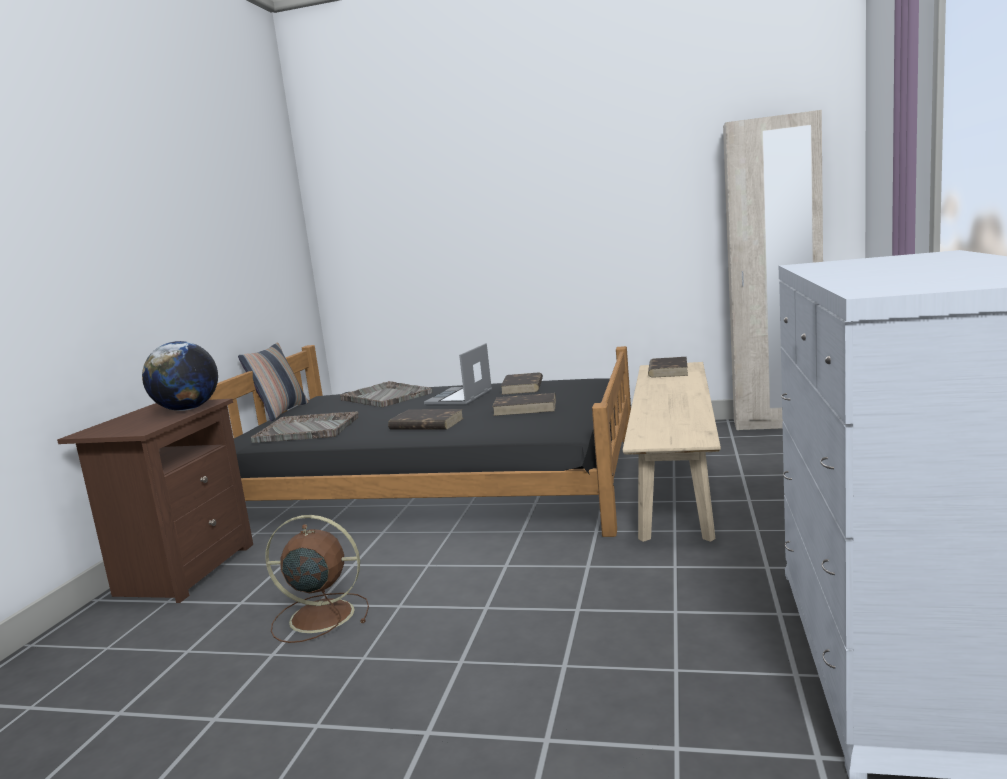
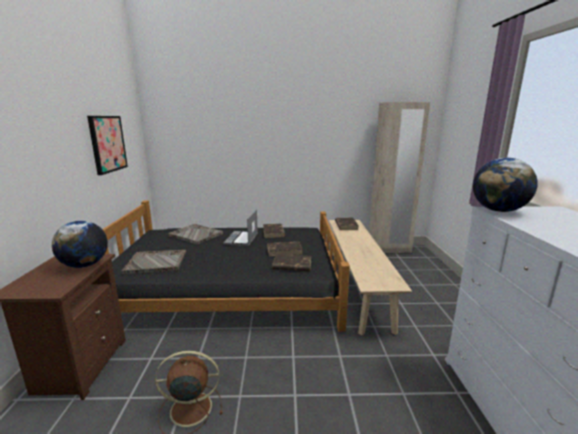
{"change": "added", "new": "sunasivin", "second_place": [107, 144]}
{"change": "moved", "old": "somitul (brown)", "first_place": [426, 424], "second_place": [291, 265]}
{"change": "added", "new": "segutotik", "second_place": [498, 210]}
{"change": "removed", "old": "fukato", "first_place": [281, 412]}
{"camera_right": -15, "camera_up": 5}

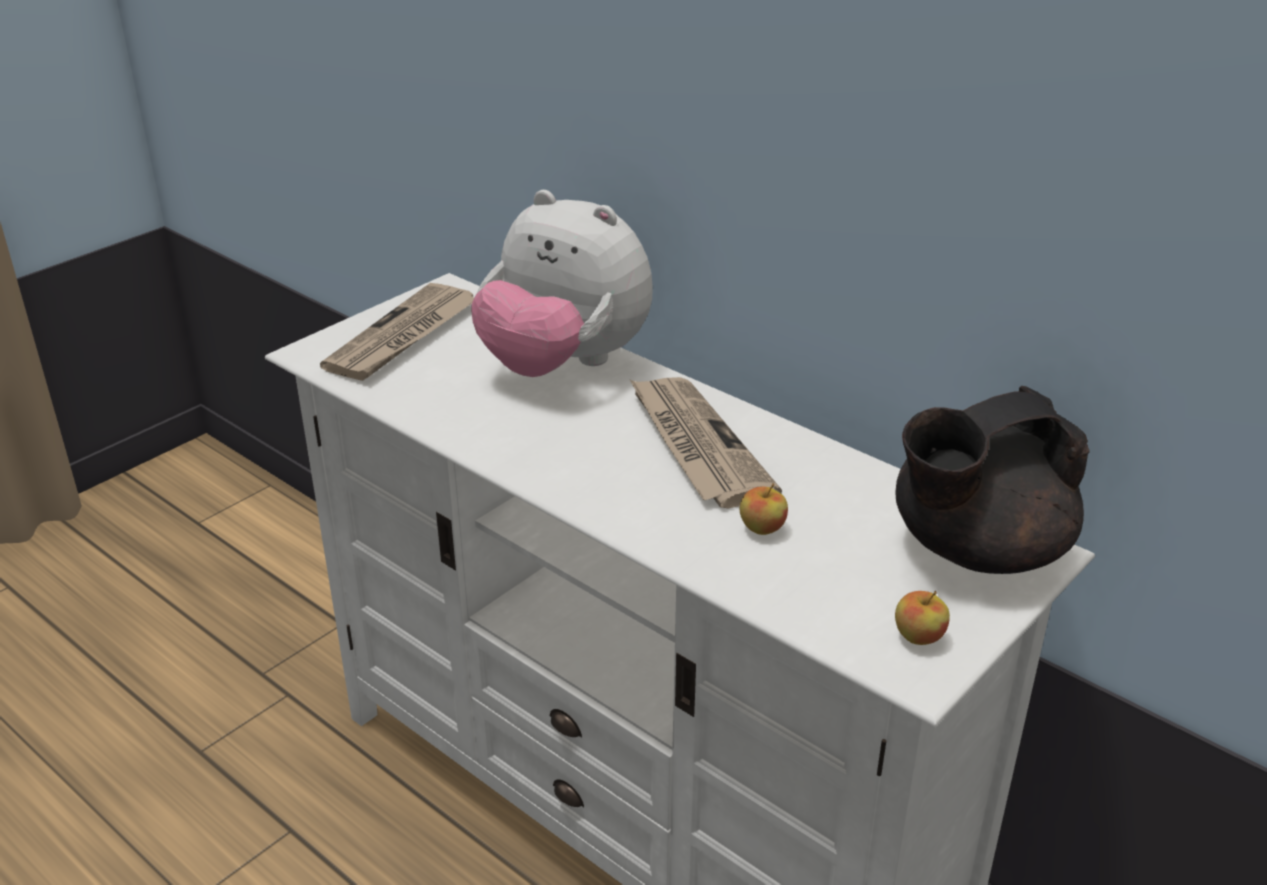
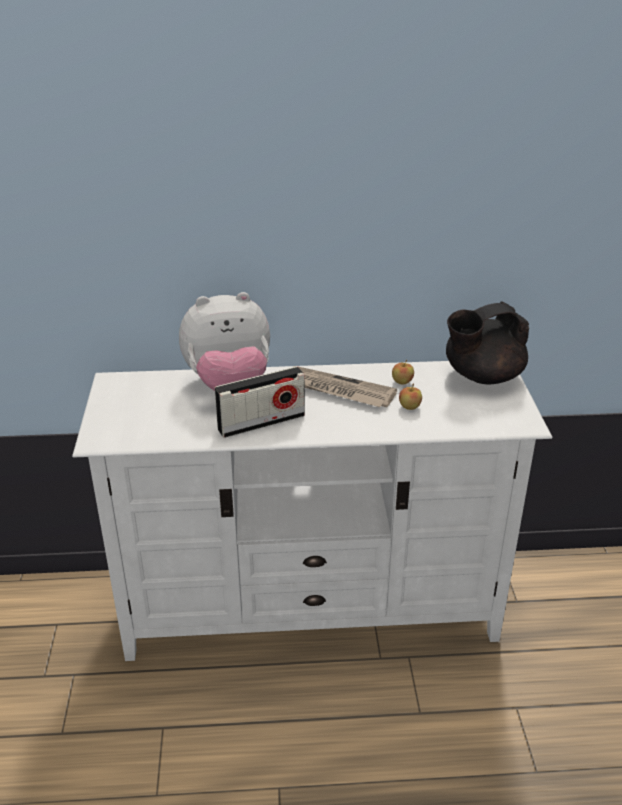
{"change": "added", "new": "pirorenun", "second_place": [261, 422]}
{"change": "moved", "old": "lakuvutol", "first_place": [918, 637], "second_place": [402, 382]}
{"change": "turned", "old": "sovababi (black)", "first_place": [975, 550], "second_place": [482, 376], "degrees": 45}
{"change": "removed", "old": "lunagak", "first_place": [403, 337]}
{"camera_right": -45, "camera_up": 0}

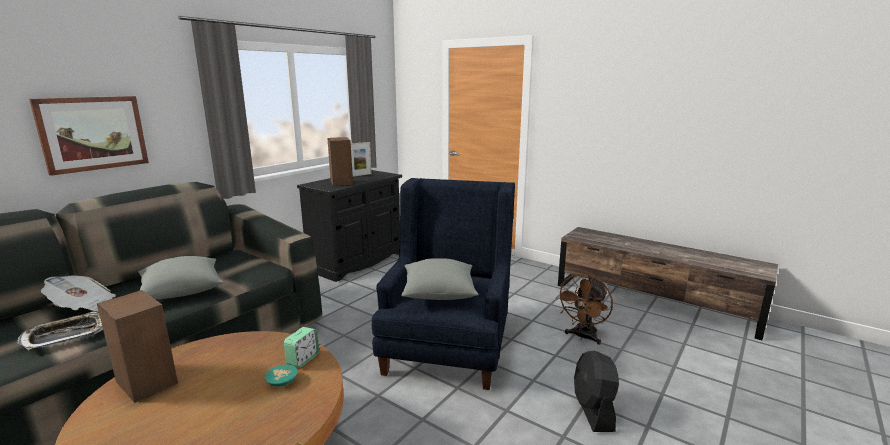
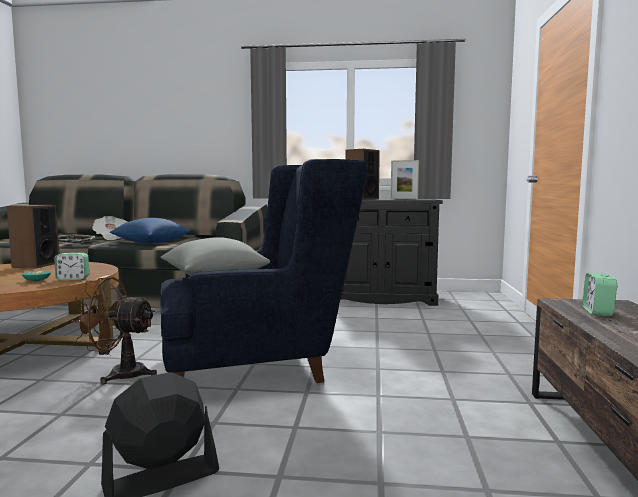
{"change": "moved", "old": "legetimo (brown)", "first_place": [583, 337], "second_place": [119, 374]}
{"change": "recoloured", "old": "fukato (grey)", "new": "fukato (blue)", "first_place": [182, 291], "second_place": [151, 243]}
{"change": "added", "new": "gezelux", "second_place": [597, 312]}
{"change": "removed", "old": "sunasivin", "first_place": [93, 133]}
{"camera_right": 60, "camera_up": -10}

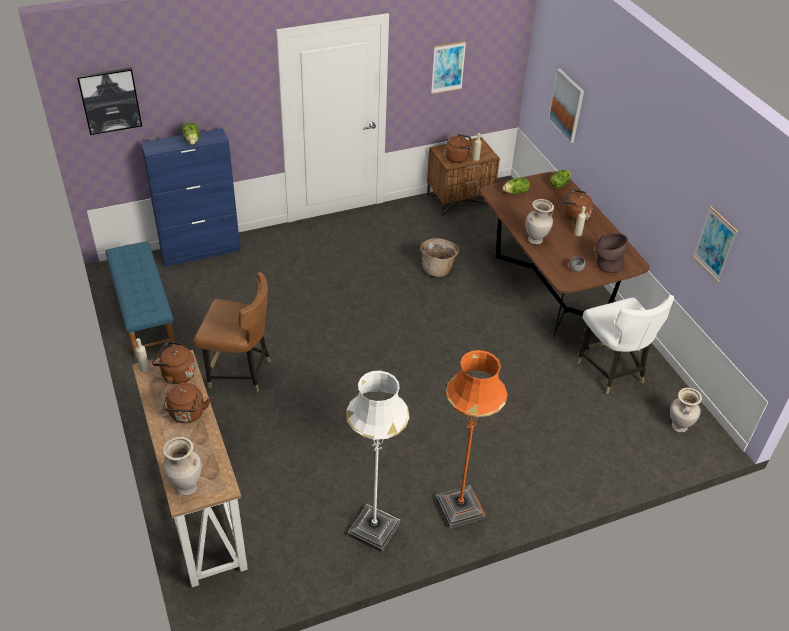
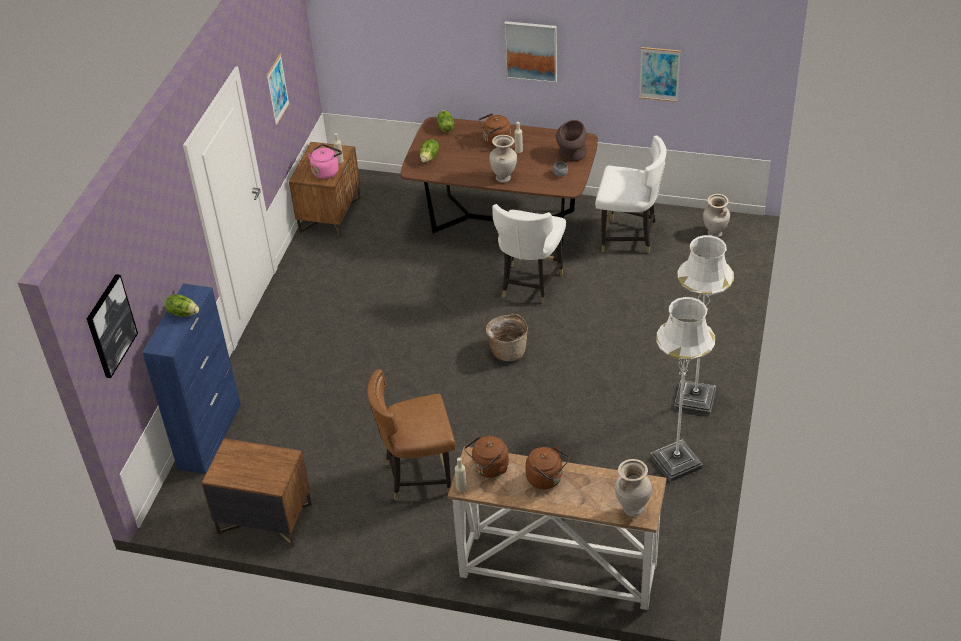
{"change": "replaced", "old": "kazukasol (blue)", "new": "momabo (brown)", "first_place": [143, 314], "second_place": [264, 519]}
{"change": "recoloured", "old": "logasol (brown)", "new": "logasol (pink)", "first_place": [458, 158], "second_place": [326, 171]}
{"change": "turned", "old": "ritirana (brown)", "first_place": [240, 372], "second_place": [418, 475], "degrees": -150}
{"change": "moved", "old": "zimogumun", "first_place": [438, 268], "second_place": [508, 350]}
{"change": "added", "new": "ritirana (white)", "second_place": [529, 284]}
{"change": "moved", "old": "sunasivin", "first_place": [567, 105], "second_place": [531, 51]}
{"change": "recoloured", "old": "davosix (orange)", "new": "davosix (white)", "first_place": [459, 508], "second_place": [694, 399]}
{"camera_right": -50, "camera_up": 0}

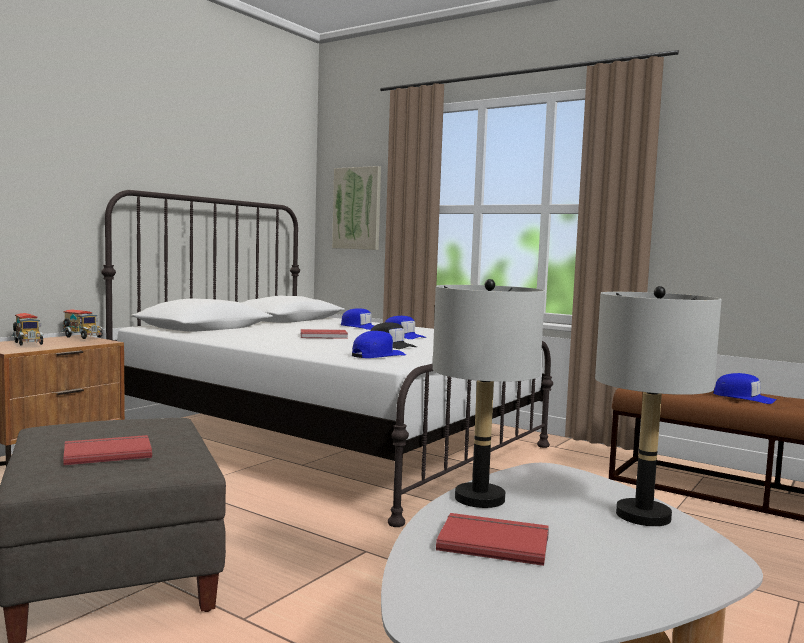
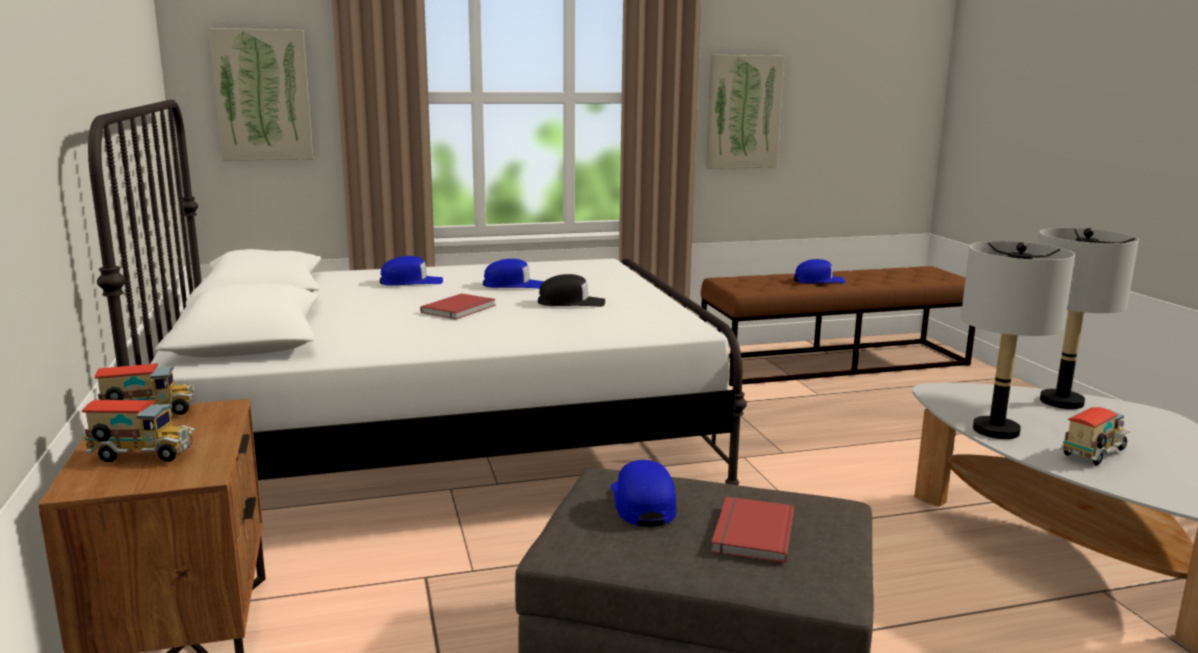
{"change": "moved", "old": "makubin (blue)", "first_place": [377, 355], "second_place": [642, 503]}
{"change": "added", "new": "sunasivin", "second_place": [743, 112]}
{"change": "replaced", "old": "somitul (red)", "new": "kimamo", "first_place": [493, 541], "second_place": [1093, 455]}
{"camera_right": -50, "camera_up": 10}

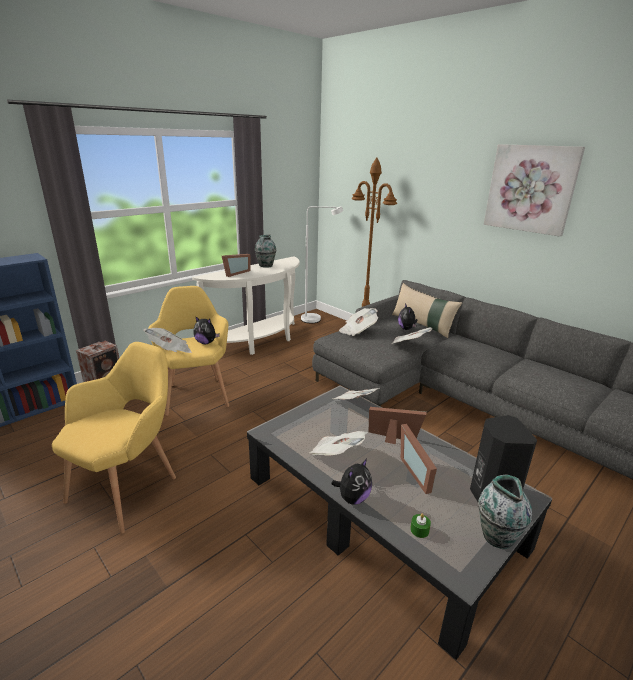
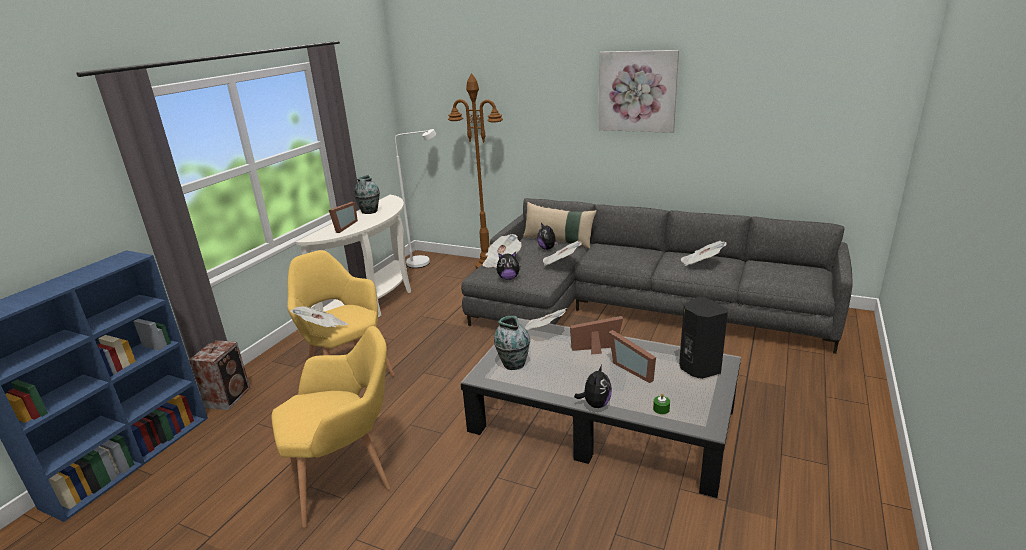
{"change": "turned", "old": "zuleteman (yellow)", "first_place": [130, 487], "second_place": [348, 479], "degrees": 60}
{"change": "moved", "old": "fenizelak", "first_place": [497, 535], "second_place": [513, 363]}
{"change": "moved", "old": "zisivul", "first_place": [206, 343], "second_place": [508, 278]}
{"change": "moved", "old": "lunagak", "first_place": [337, 454], "second_place": [701, 263]}
{"camera_right": -20, "camera_up": 0}

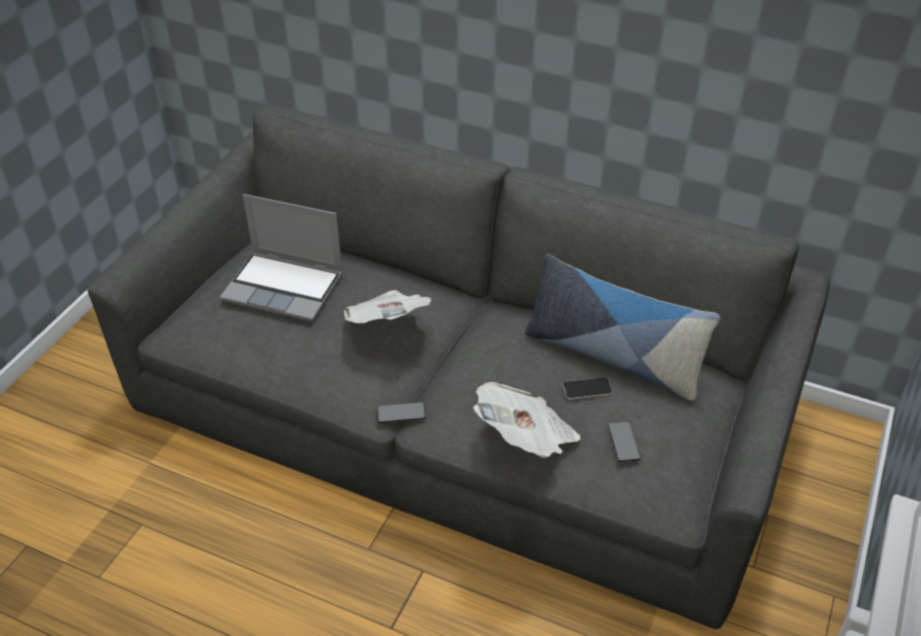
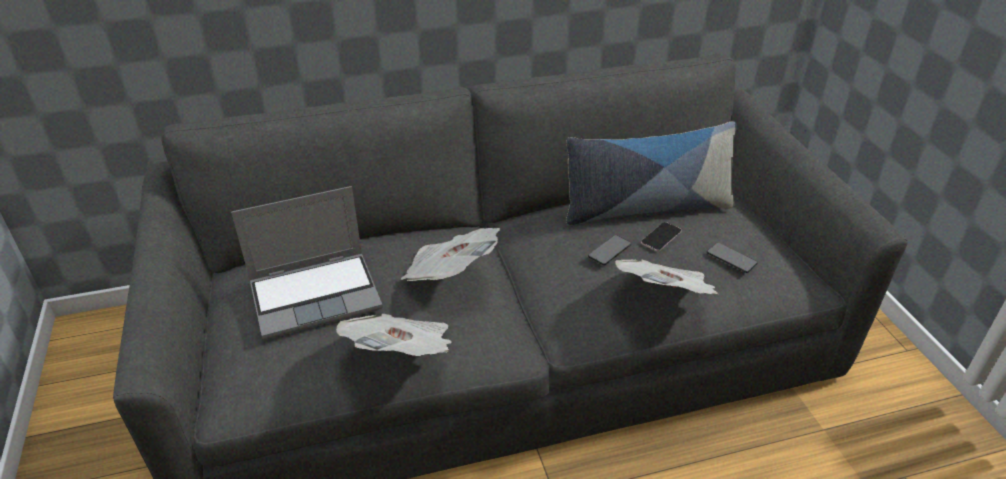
{"change": "added", "new": "lunagak", "second_place": [403, 354]}
{"change": "moved", "old": "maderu", "first_place": [401, 413], "second_place": [609, 251]}
{"camera_right": -40, "camera_up": -5}

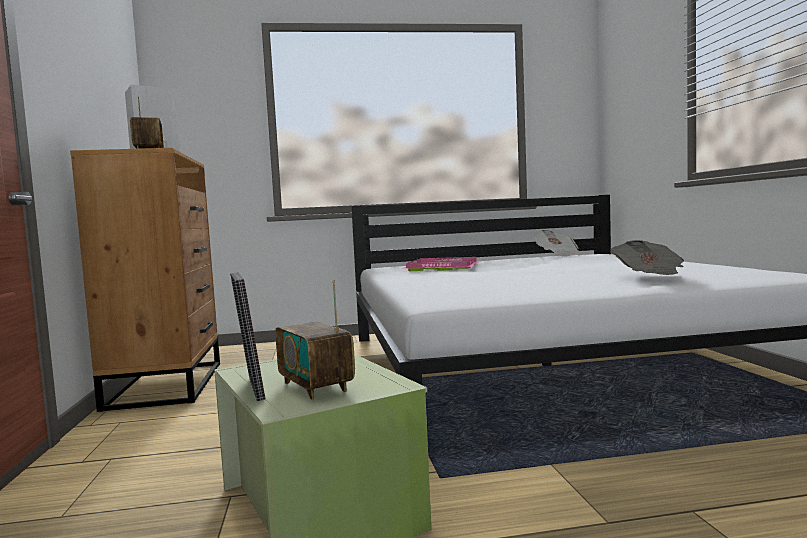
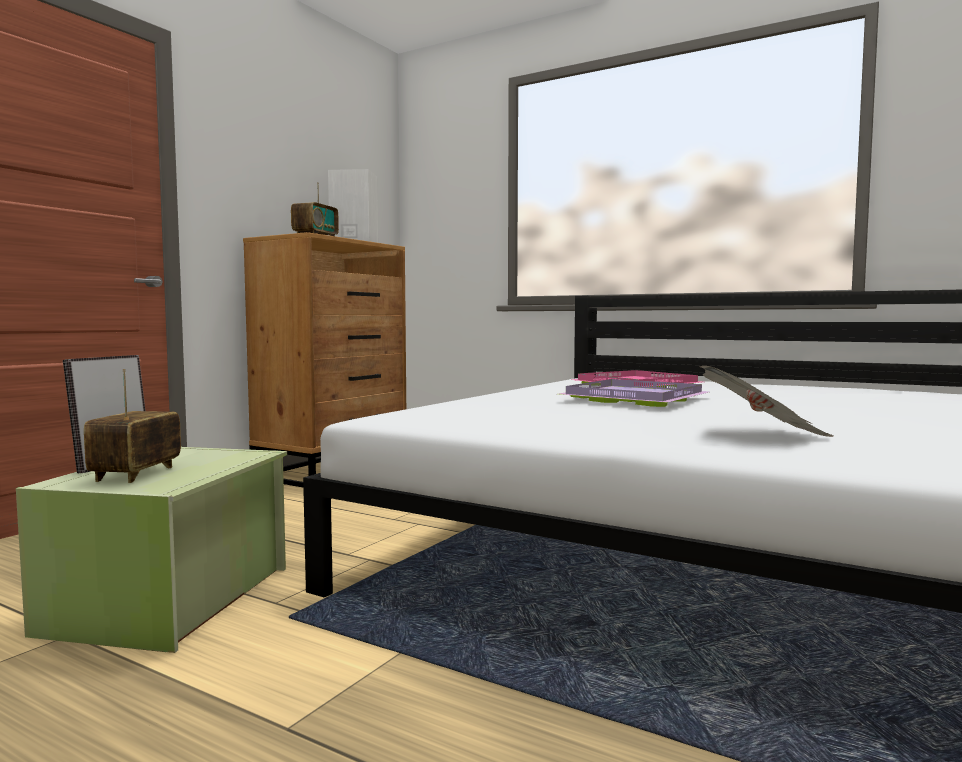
{"change": "added", "new": "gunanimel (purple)", "second_place": [633, 398]}
{"change": "removed", "old": "lunagak", "first_place": [557, 255]}
{"camera_right": 40, "camera_up": 0}

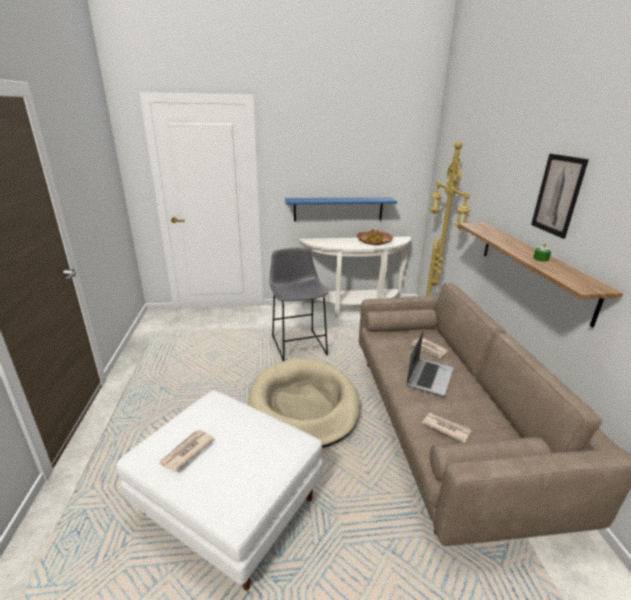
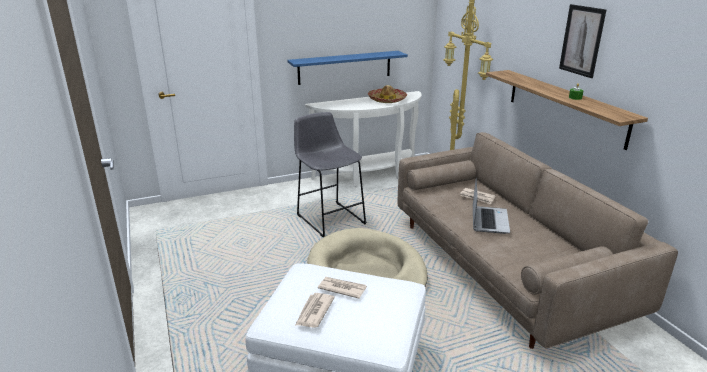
{"change": "moved", "old": "lunagak", "first_place": [445, 428], "second_place": [342, 288]}
{"camera_right": -15, "camera_up": 0}

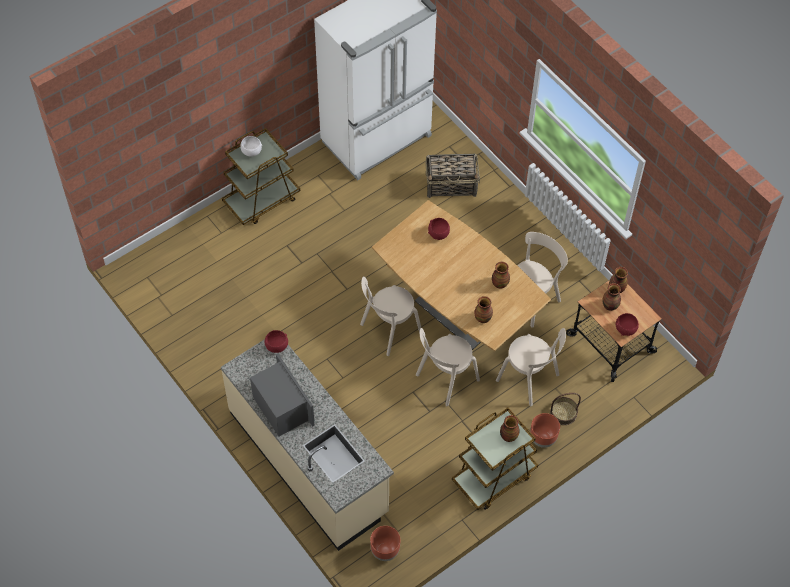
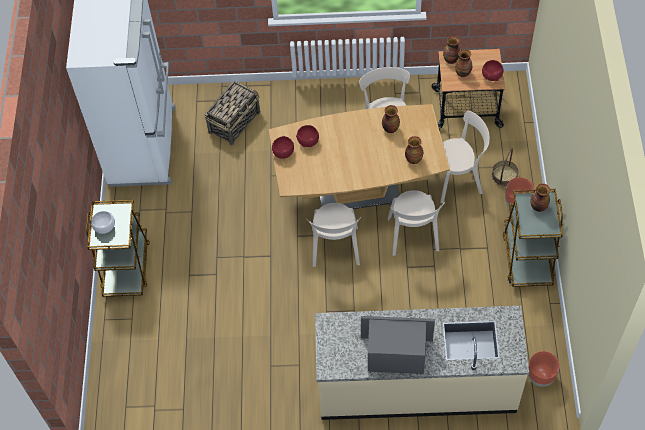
{"change": "moved", "old": "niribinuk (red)", "first_place": [276, 346], "second_place": [283, 153]}
{"camera_right": -50, "camera_up": 0}

